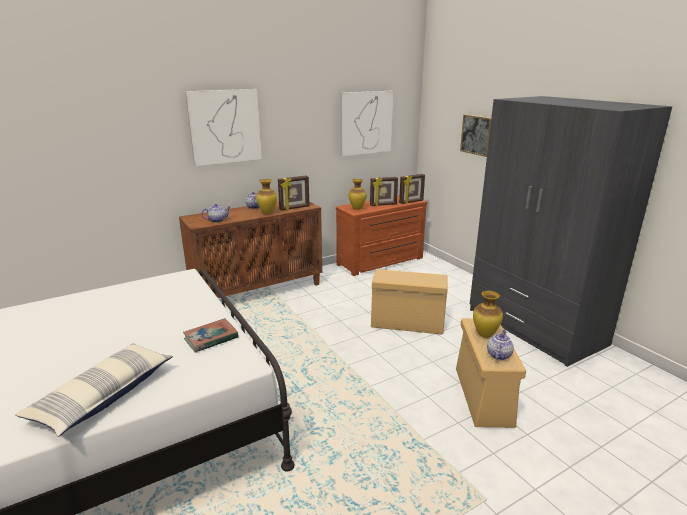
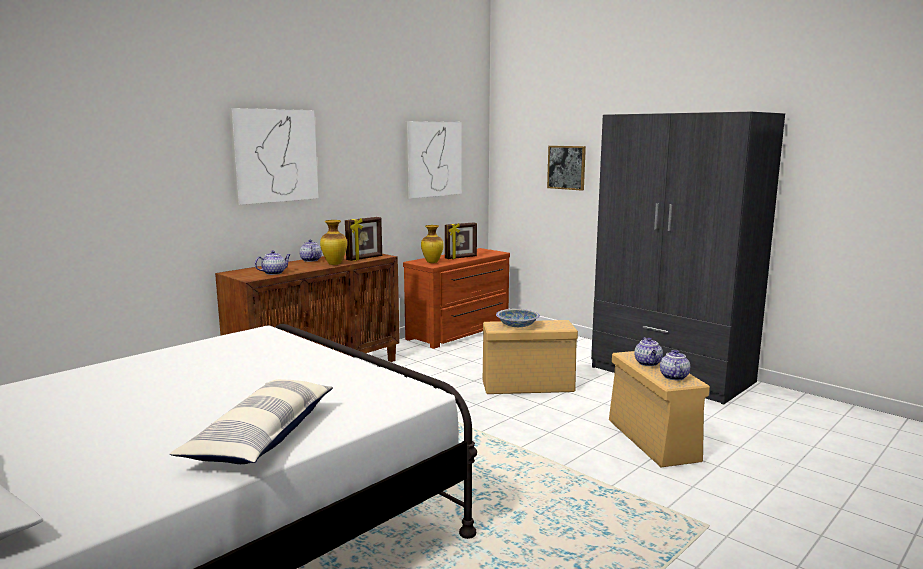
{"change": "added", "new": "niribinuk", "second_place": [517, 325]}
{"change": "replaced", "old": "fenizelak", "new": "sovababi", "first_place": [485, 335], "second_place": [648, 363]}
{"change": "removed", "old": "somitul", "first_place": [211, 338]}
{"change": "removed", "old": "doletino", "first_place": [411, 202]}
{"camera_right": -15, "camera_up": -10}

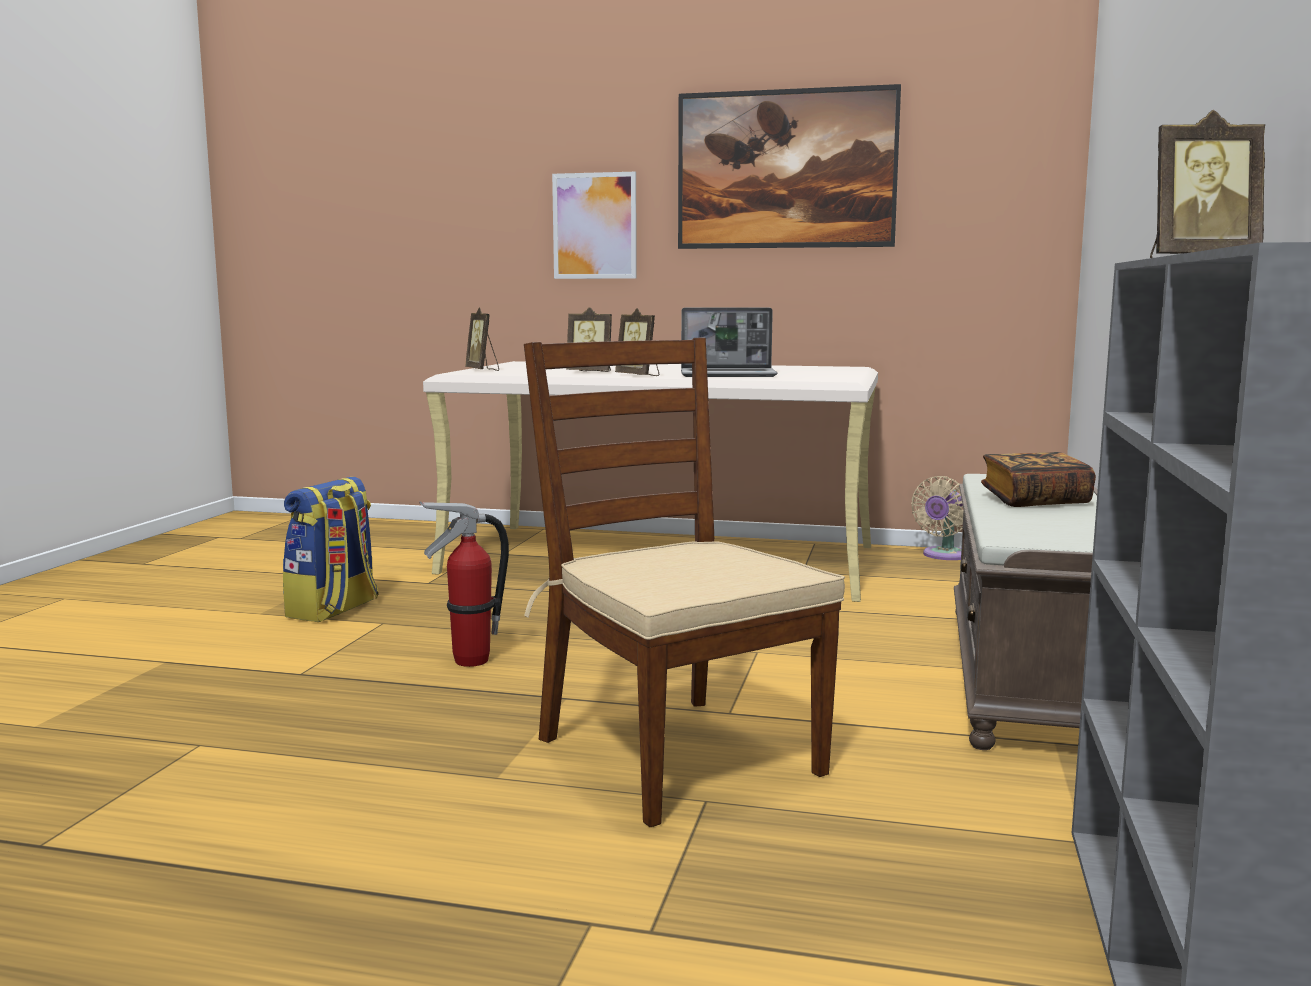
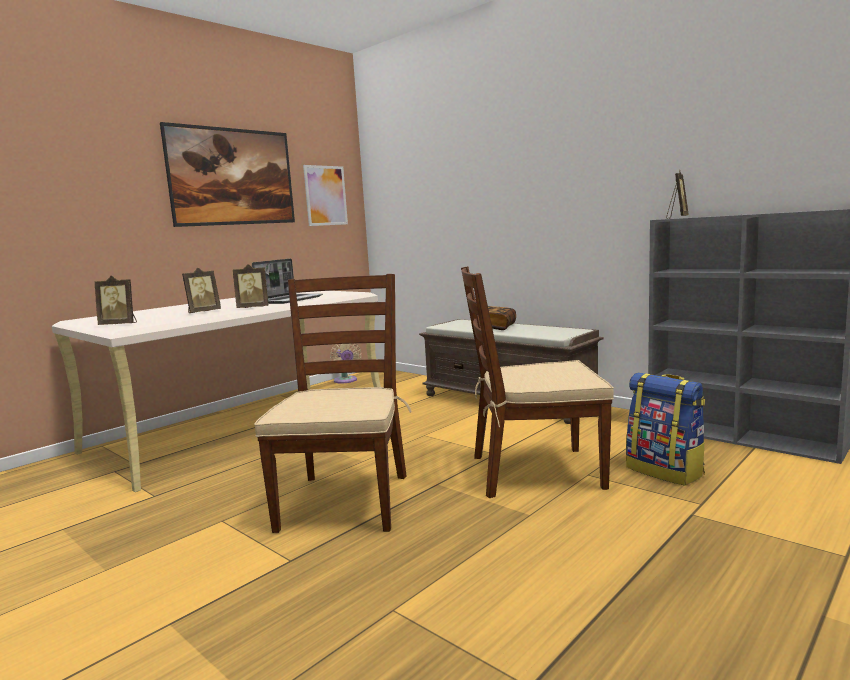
{"change": "replaced", "old": "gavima", "new": "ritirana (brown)", "first_place": [470, 661], "second_place": [345, 501]}
{"change": "moved", "old": "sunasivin", "first_place": [594, 226], "second_place": [325, 195]}
{"change": "moved", "old": "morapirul", "first_place": [334, 610], "second_place": [665, 471]}
{"camera_right": -60, "camera_up": 0}

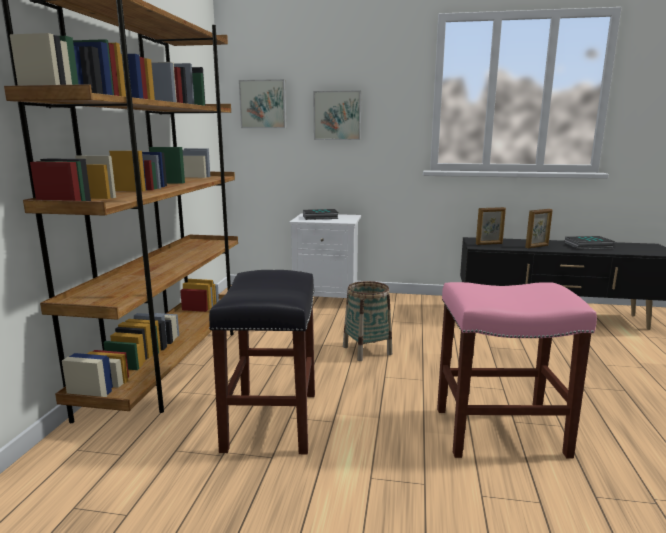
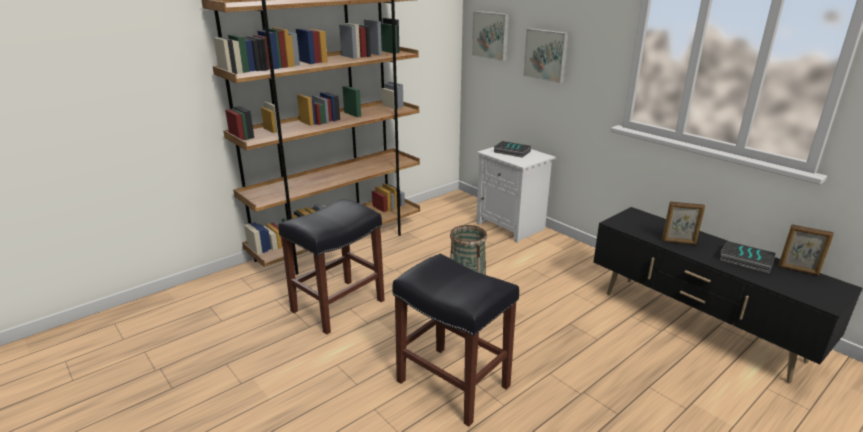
{"change": "recoloured", "old": "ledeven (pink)", "new": "ledeven (black)", "first_place": [501, 431], "second_place": [454, 384]}
{"change": "moved", "old": "doletino", "first_place": [489, 244], "second_place": [798, 270]}
{"camera_right": 40, "camera_up": 10}

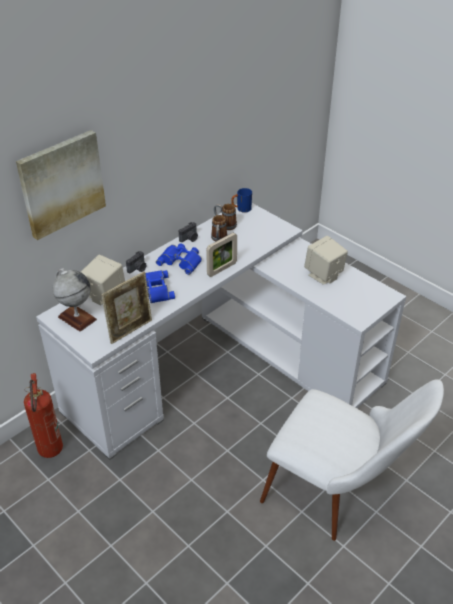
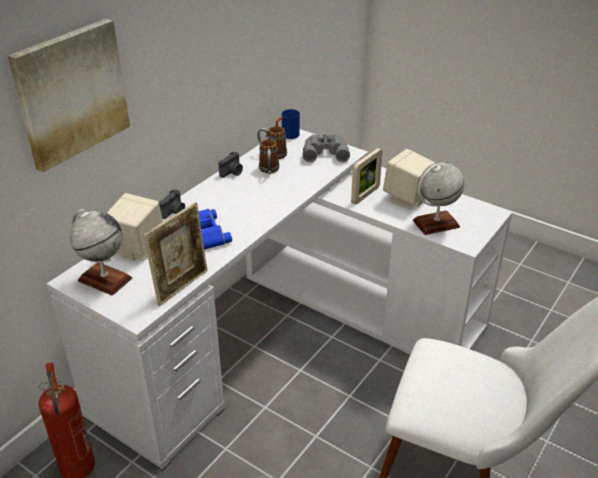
{"change": "added", "new": "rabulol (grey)", "second_place": [325, 152]}
{"change": "moved", "old": "doletino", "first_place": [222, 269], "second_place": [365, 195]}
{"change": "added", "new": "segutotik", "second_place": [436, 224]}
{"change": "removed", "old": "rabulol (blue)", "first_place": [181, 261]}
{"camera_right": -10, "camera_up": -5}

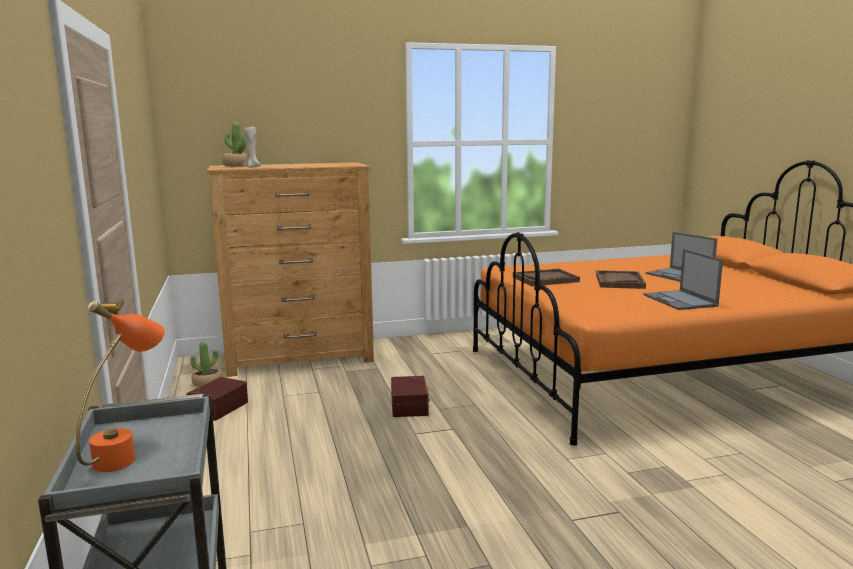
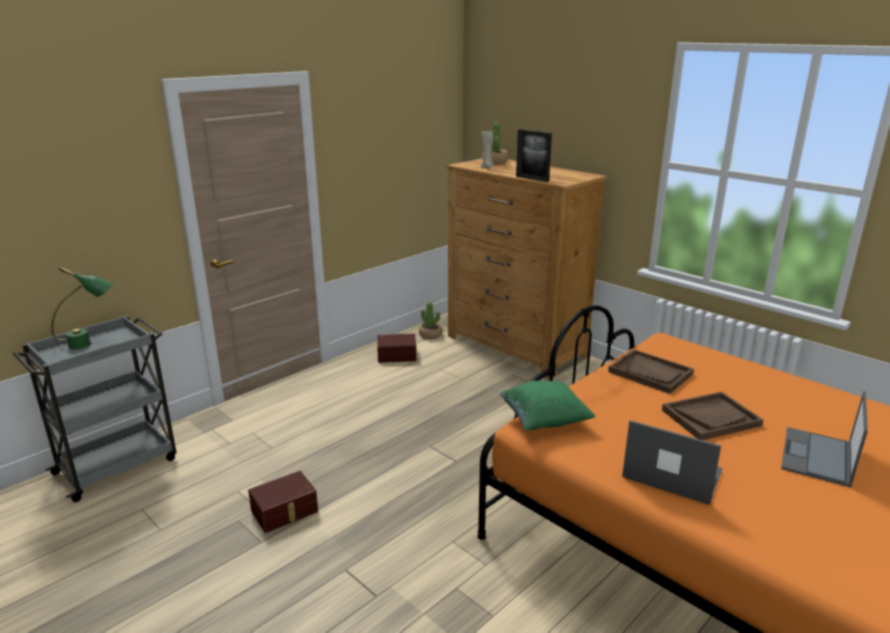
{"change": "recoloured", "old": "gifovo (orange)", "new": "gifovo (green)", "first_place": [127, 453], "second_place": [90, 344]}
{"change": "moved", "old": "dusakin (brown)", "first_place": [410, 406], "second_place": [285, 511]}
{"change": "added", "new": "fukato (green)", "second_place": [544, 421]}
{"change": "added", "new": "doletino", "second_place": [532, 179]}
{"change": "turned", "old": "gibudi", "first_place": [680, 301], "second_place": [670, 473], "degrees": 75}
{"camera_right": 60, "camera_up": 10}

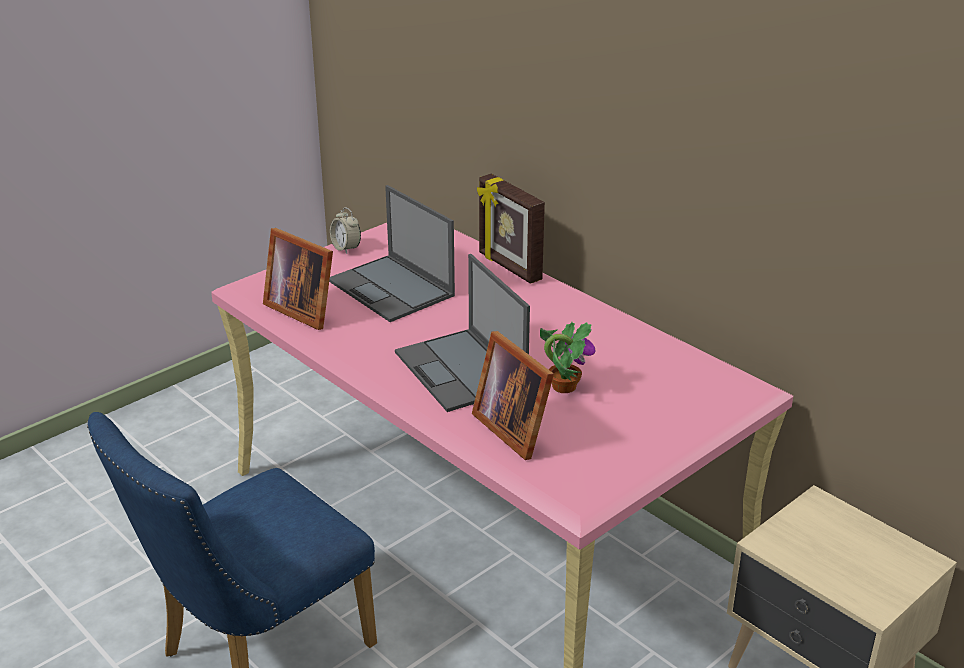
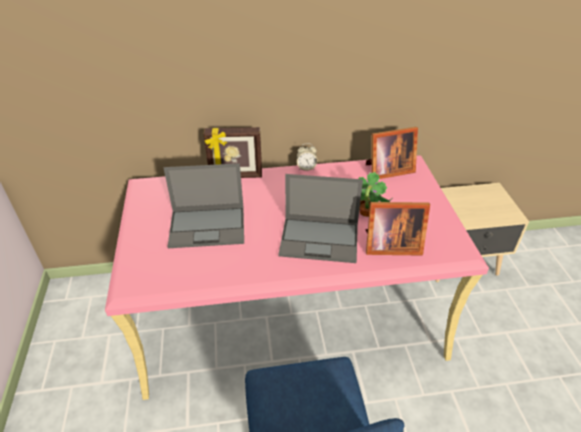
{"change": "moved", "old": "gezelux", "first_place": [346, 248], "second_place": [306, 167]}
{"change": "moved", "old": "doletino", "first_place": [302, 309], "second_place": [387, 170]}
{"camera_right": -55, "camera_up": 10}

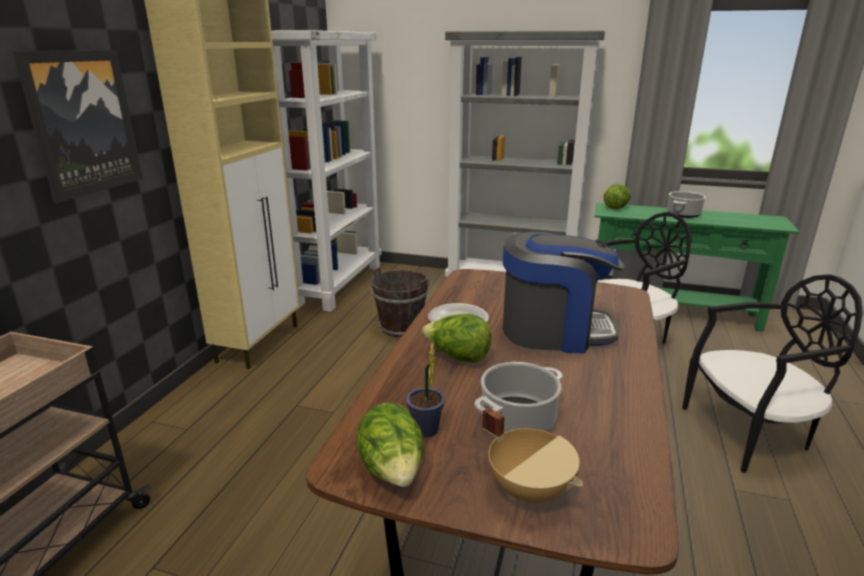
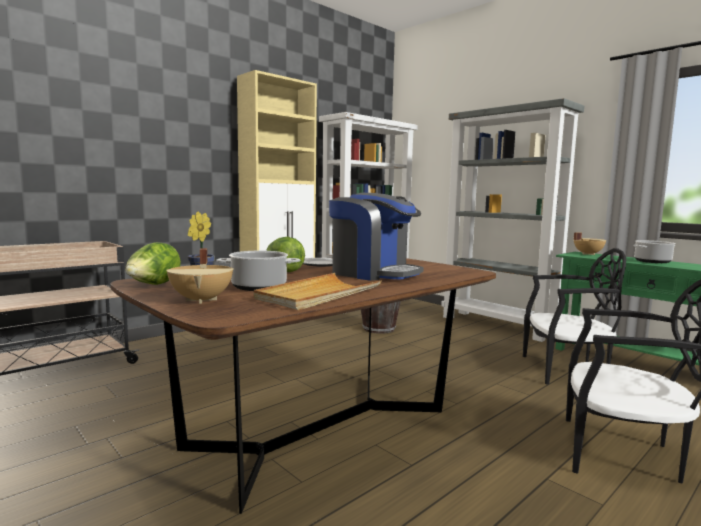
{"change": "added", "new": "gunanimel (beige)", "second_place": [318, 295]}
{"change": "replaced", "old": "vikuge", "new": "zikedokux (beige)", "first_place": [616, 207], "second_place": [587, 254]}
{"change": "removed", "old": "sunasivin", "first_place": [83, 123]}
{"camera_right": 30, "camera_up": -15}

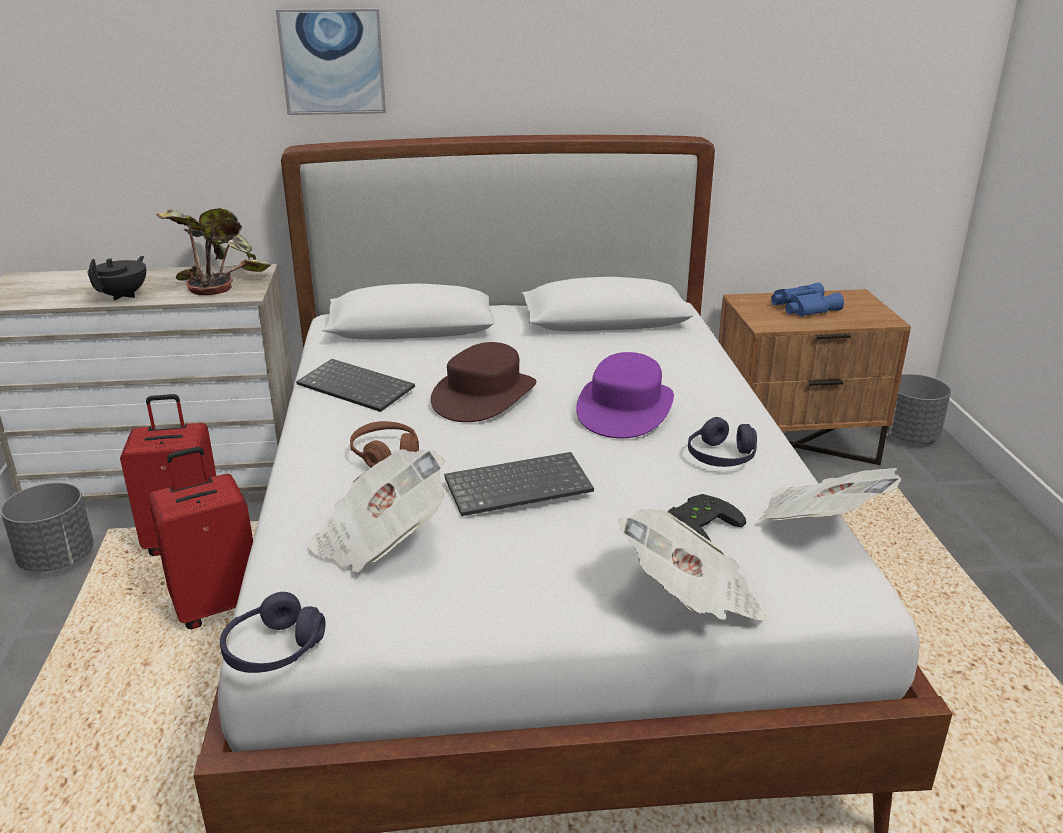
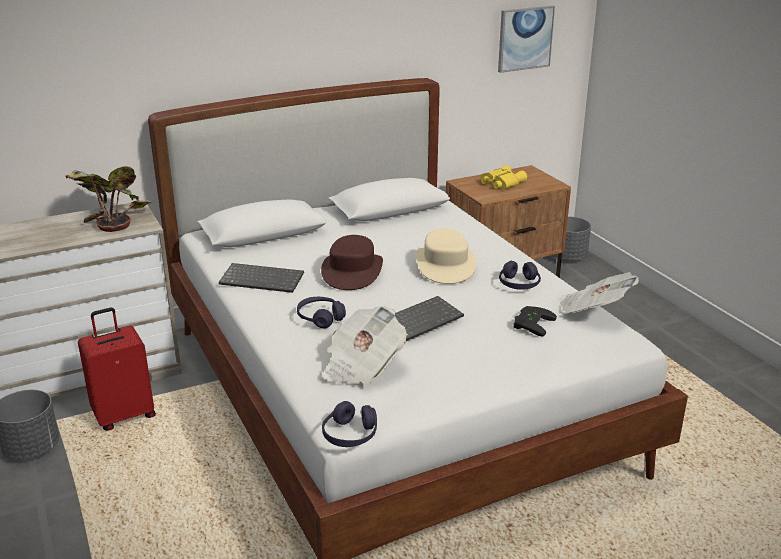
{"change": "recoloured", "old": "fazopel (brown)", "new": "fazopel (purple)", "first_place": [385, 455], "second_place": [320, 318]}
{"change": "recoloured", "old": "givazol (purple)", "new": "givazol (beige)", "first_place": [625, 408], "second_place": [445, 265]}
{"change": "recoloured", "old": "rabulol (blue)", "new": "rabulol (yellow)", "first_place": [802, 307], "second_place": [501, 183]}
{"change": "moved", "old": "sunasivin", "first_place": [332, 62], "second_place": [525, 38]}
{"change": "removed", "old": "sovababi (black)", "first_place": [123, 295]}
{"change": "removed", "old": "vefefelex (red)", "first_place": [218, 605]}
{"change": "removed", "old": "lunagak", "first_place": [691, 598]}
{"camera_right": -20, "camera_up": 0}

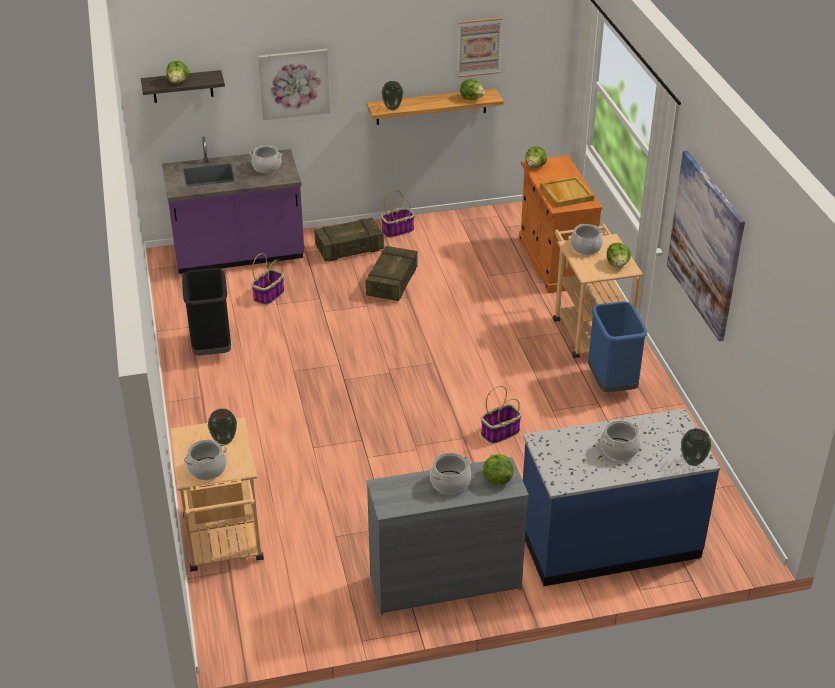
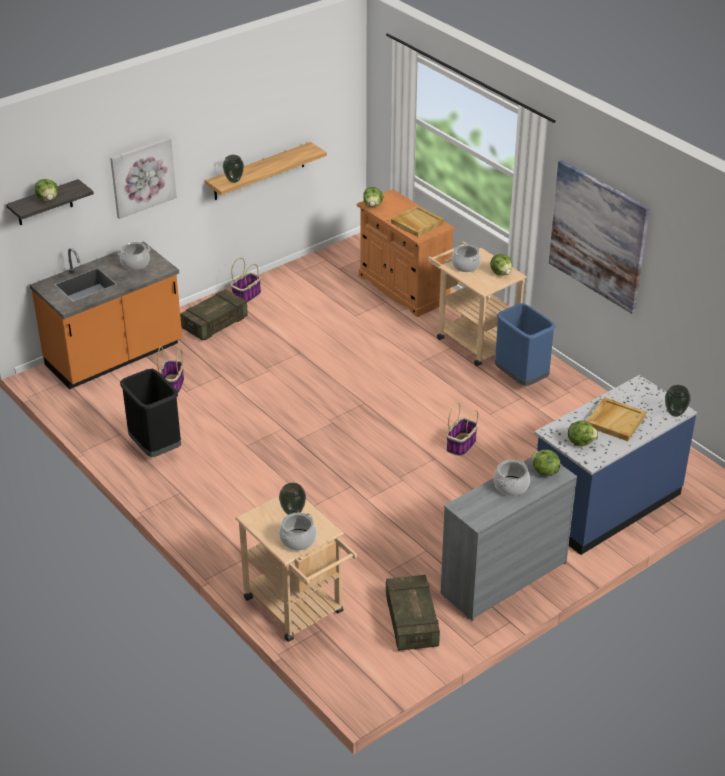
{"change": "recoloured", "old": "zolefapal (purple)", "new": "zolefapal (orange)", "first_place": [239, 255], "second_place": [115, 357]}
{"change": "moved", "old": "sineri", "first_place": [392, 283], "second_place": [411, 622]}
{"change": "moved", "old": "vikuge", "first_place": [471, 98], "second_place": [580, 442]}
{"change": "replaced", "old": "zikedokux", "new": "gunanimel (beige)", "first_place": [619, 449], "second_place": [615, 421]}
{"change": "removed", "old": "sunasivin", "first_place": [479, 47]}
{"camera_right": -25, "camera_up": 0}

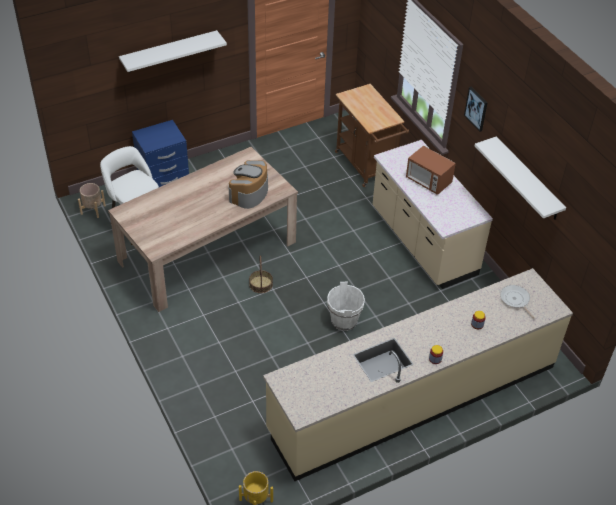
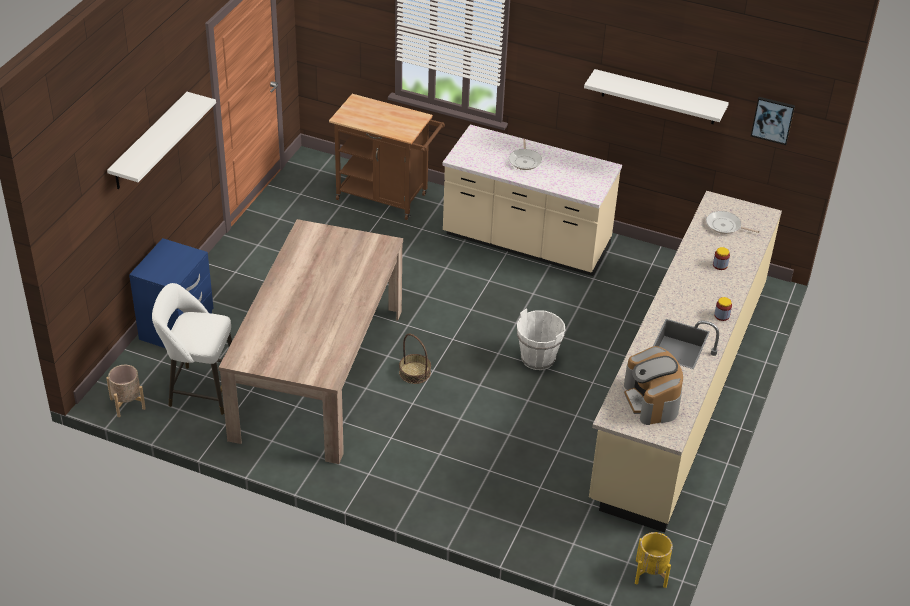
{"change": "replaced", "old": "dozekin", "new": "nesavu", "first_place": [428, 181], "second_place": [525, 160]}
{"change": "moved", "old": "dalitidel", "first_place": [249, 193], "second_place": [652, 400]}
{"change": "moved", "old": "sunasivin", "first_place": [476, 108], "second_place": [773, 120]}
{"camera_right": -40, "camera_up": -5}

